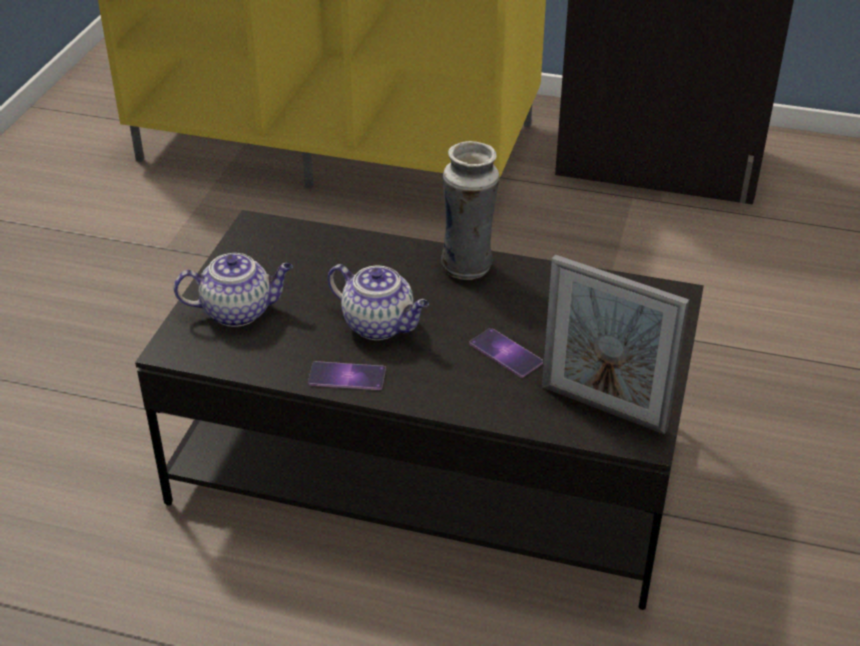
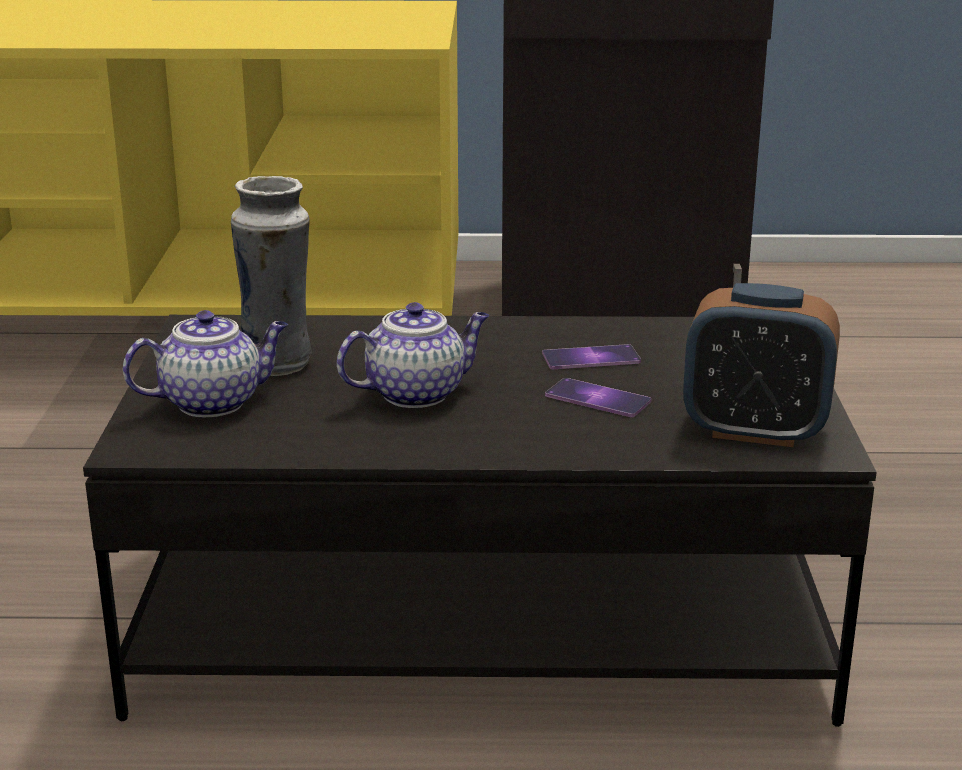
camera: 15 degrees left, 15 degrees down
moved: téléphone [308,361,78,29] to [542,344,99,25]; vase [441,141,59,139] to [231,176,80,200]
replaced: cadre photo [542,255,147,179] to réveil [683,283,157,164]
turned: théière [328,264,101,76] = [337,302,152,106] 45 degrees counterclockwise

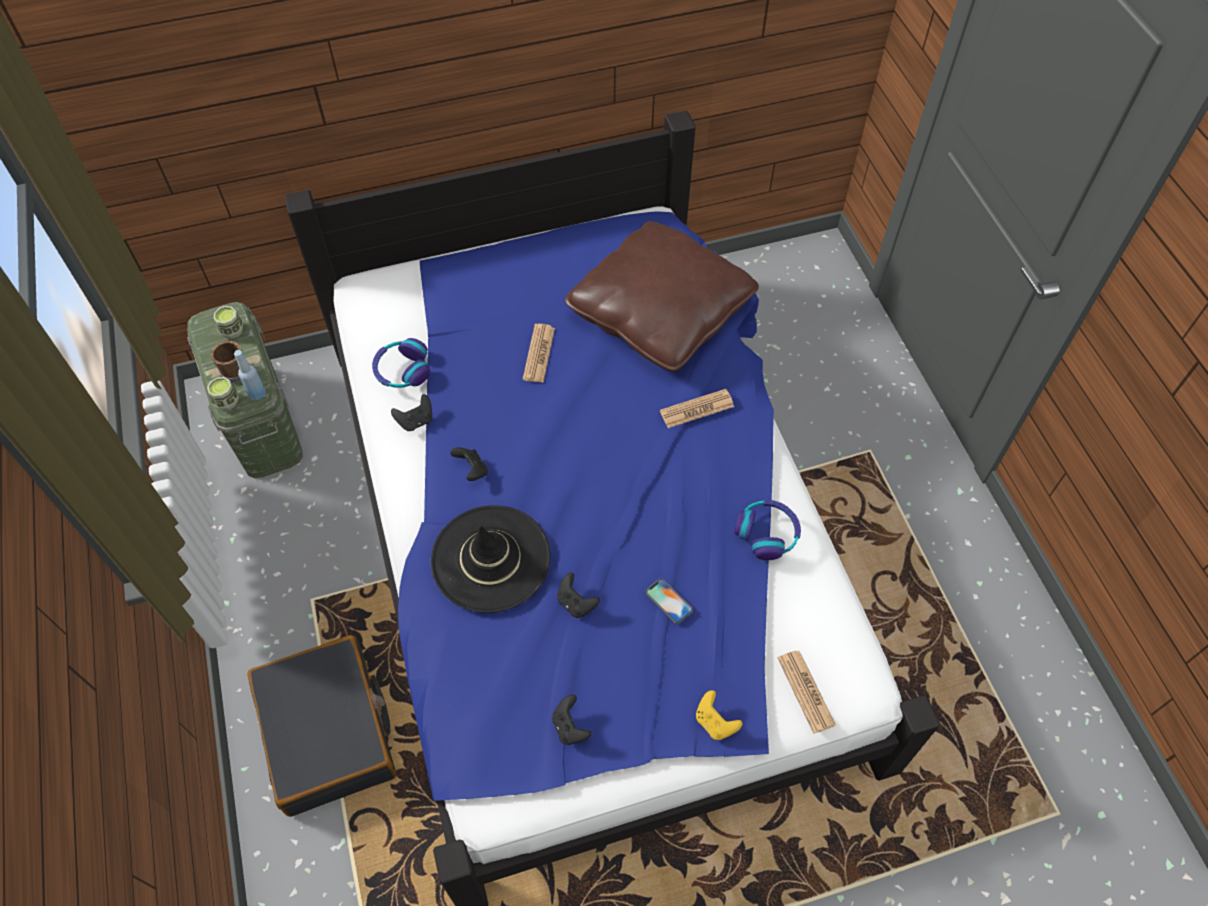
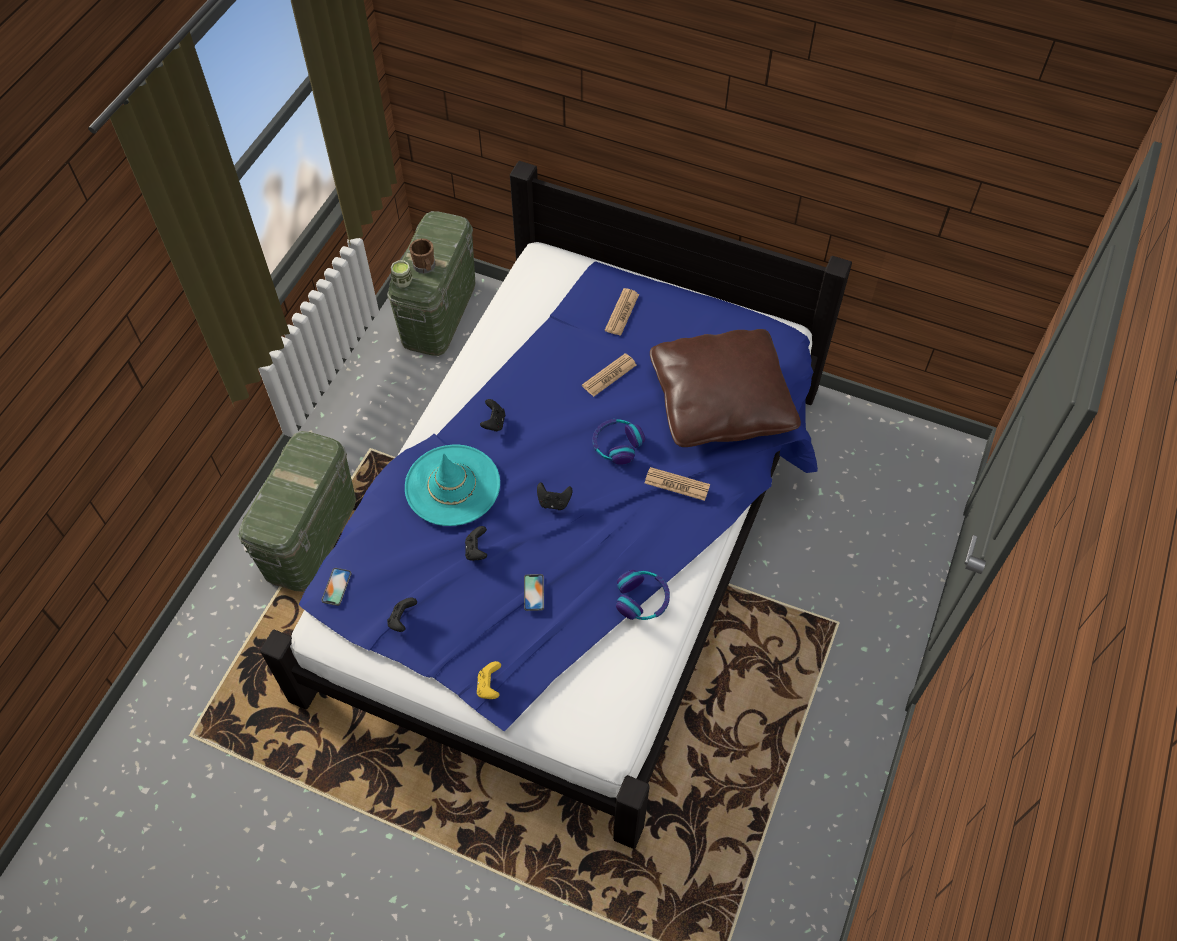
camera: 40 degrees right, 0 degrees up
removed: tasse [214,306,29,33]; bouteille (bleu) [234,350,32,50]
added: téléphone [321,568,31,38]
moved: casque audio [372,338,58,50] to [592,419,53,46]; manette (noir) [391,394,41,37] to [537,482,36,28]; journal [778,651,58,83] to [605,288,34,48]
replaced: valise (noir) [247,635,149,182] to boîte de rangement (vert) [238,431,118,161]
recoloured: chapeau (noir) [431,505,120,108] to chapeau (turquoise) [405,445,95,81]

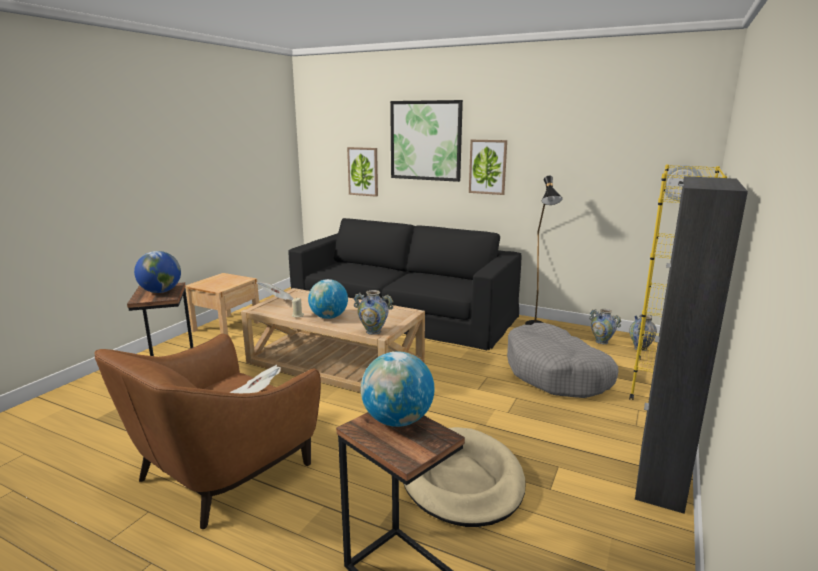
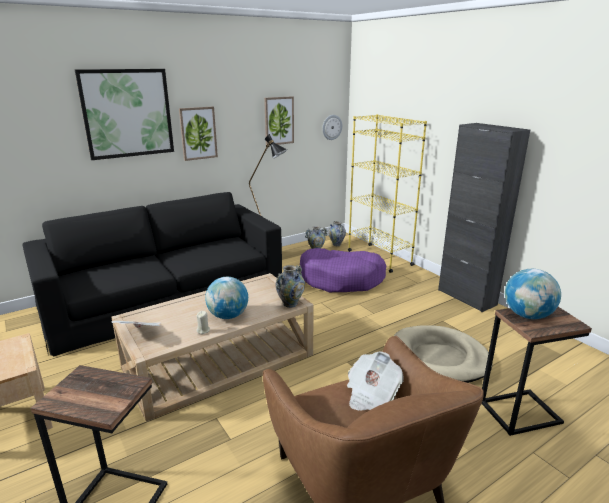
camera: 60 degrees left, 5 degrees up
removed: globe [134,251,47,42]
moved: tableau [347,147,31,50] to [264,96,30,50]
recoloured: panier pour chien (gris) [507,323,112,75] to panier pour chien (violet) [300,248,86,44]

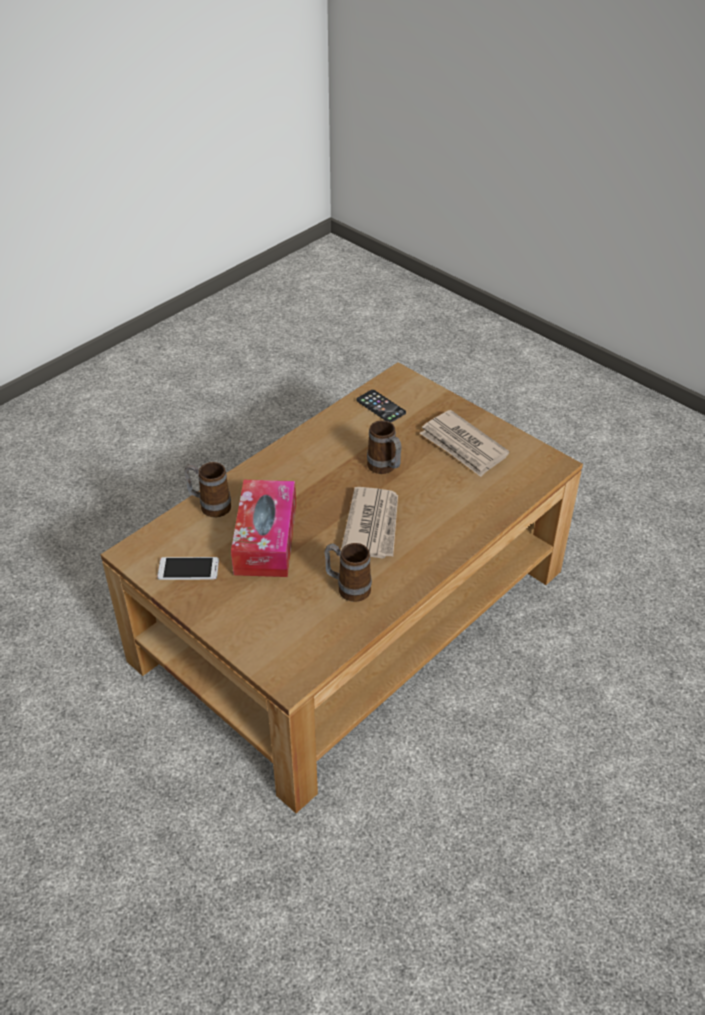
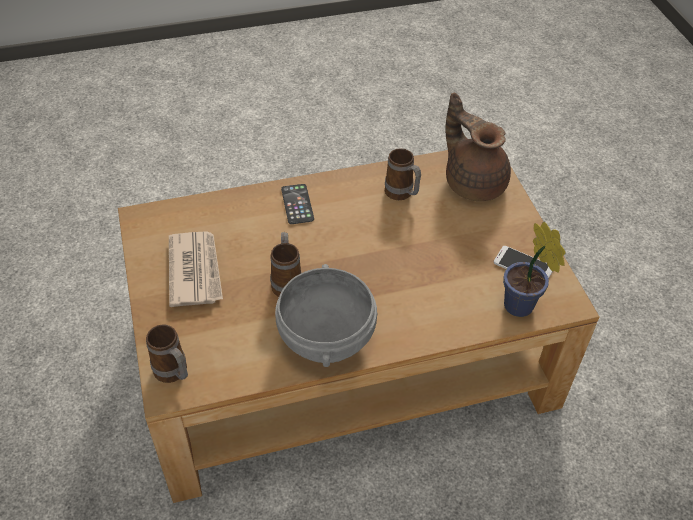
camera: 150 degrees left, 5 degrees up
removed: boîte à mouchoirs [231,480,65,97]; journal [341,487,57,72]
added: bol (gris) [275,264,102,103]; théière (marron) [445,93,66,108]; plante en pot [503,222,63,95]
moved: mug [184,462,47,56] to [146,324,42,59]; téléphone [356,390,50,32] to [281,184,33,40]

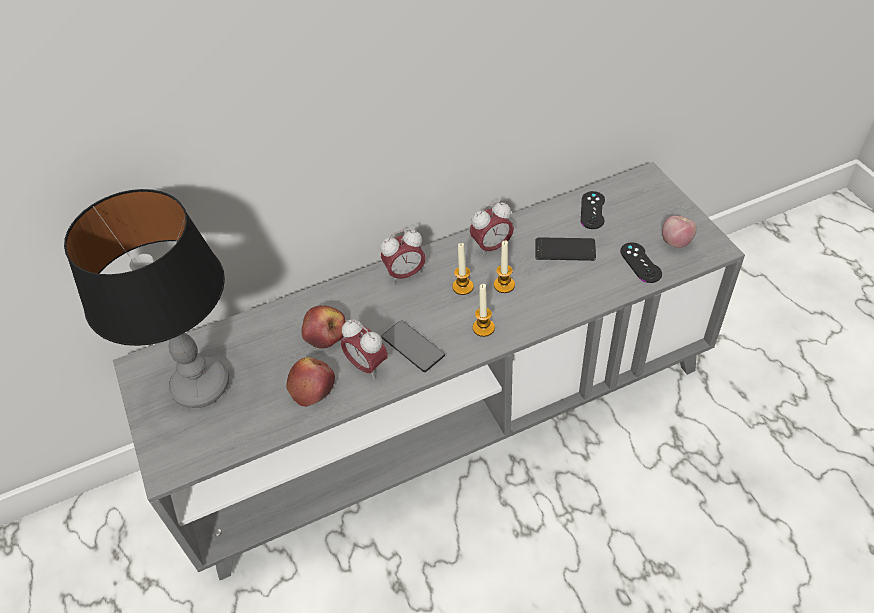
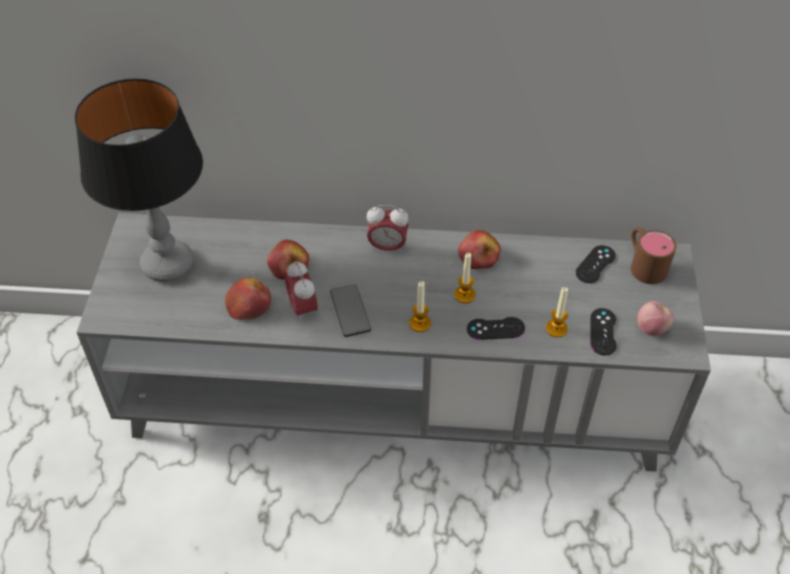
camera: 25 degrees right, 0 degrees up
removed: téléphone [535,237,61,24]
added: manette (noir) [467,317,58,23]; mug (marron) [631,227,46,57]
moved: bougie [452,243,22,52] to [546,287,22,50]
replaced: réveil [470,201,44,56] to pomme [458,230,43,39]

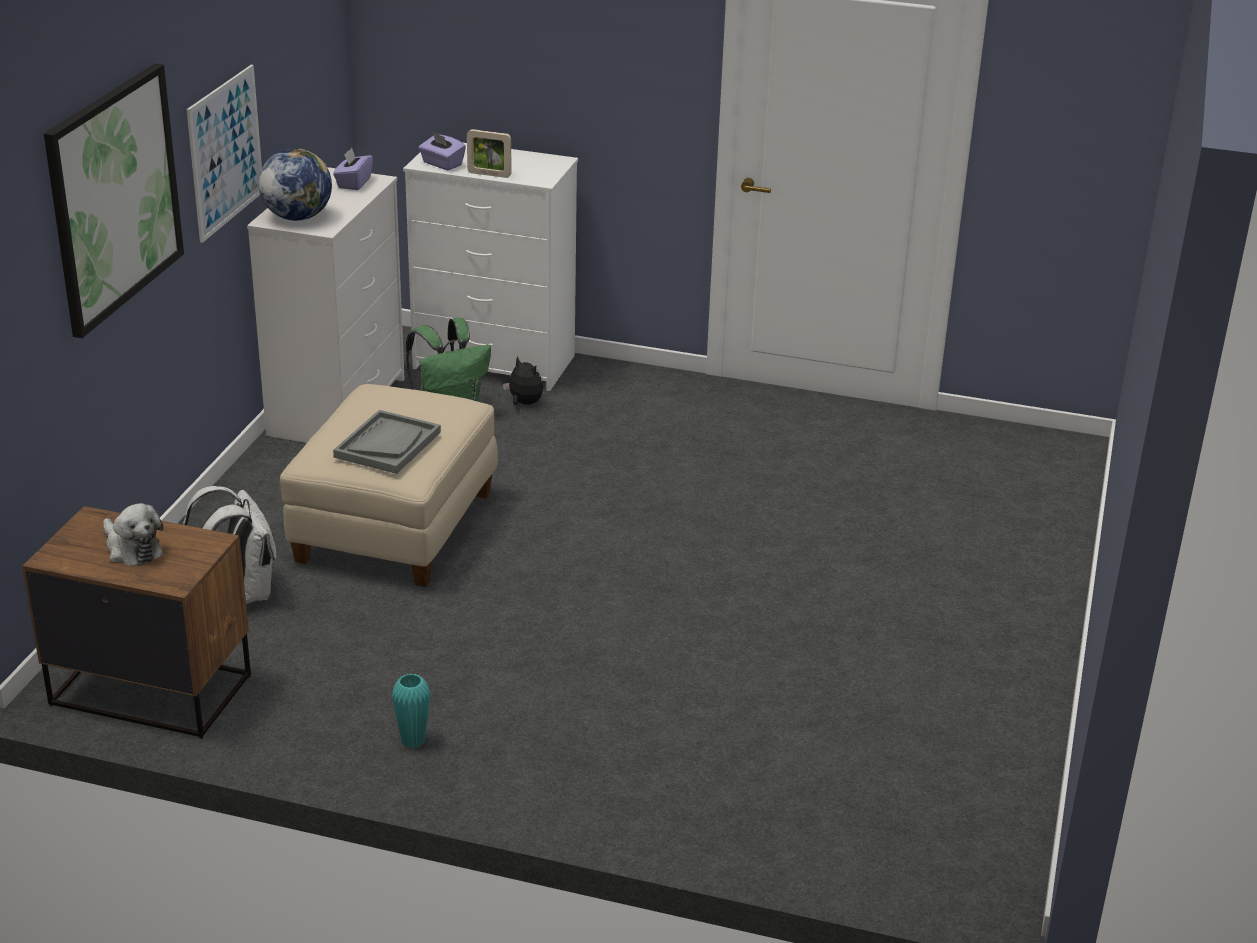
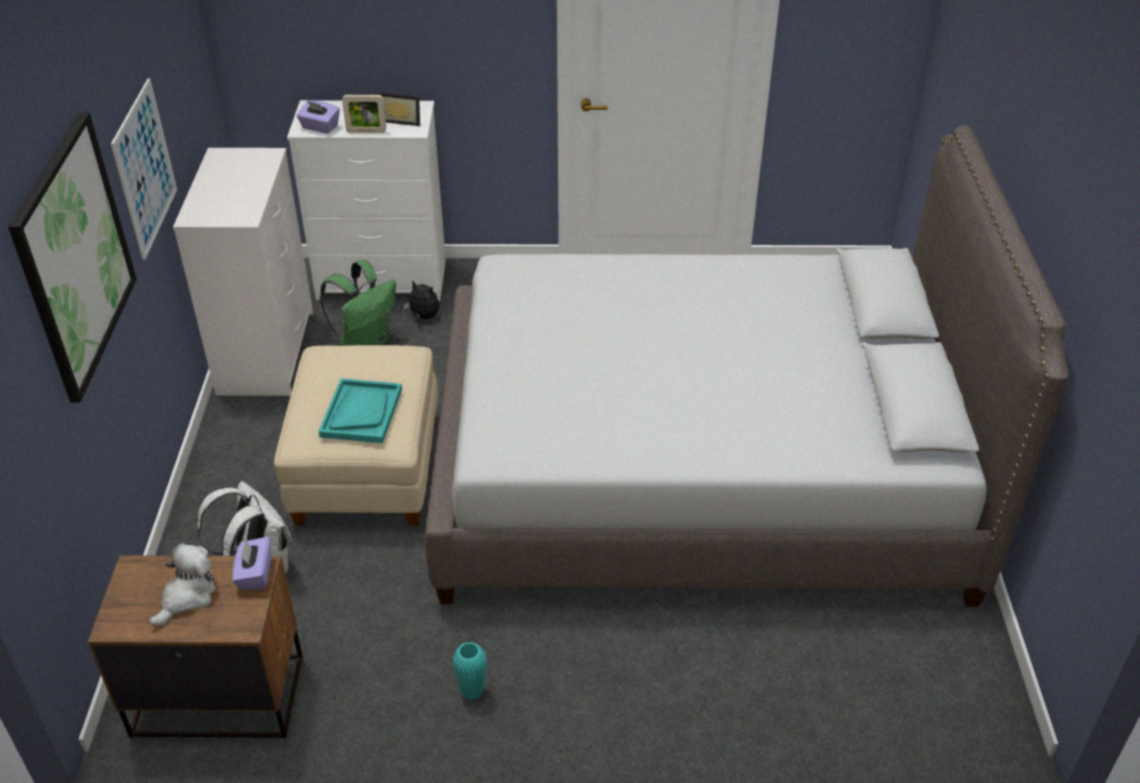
camera: 15 degrees left, 10 degrees up
removed: globe [258,148,74,73]
added: cadre photo [375,92,45,34]; lit (gris) [425,125,644,482]
moved: boîte à mouchoirs (violet) [333,148,40,42] to [232,536,40,54]
recoloured: plateau (gris) [333,410,108,64] to plateau (turquoise) [318,378,84,65]
turned: peluche [103,503,60,63] = [150,543,65,84] 90 degrees counterclockwise

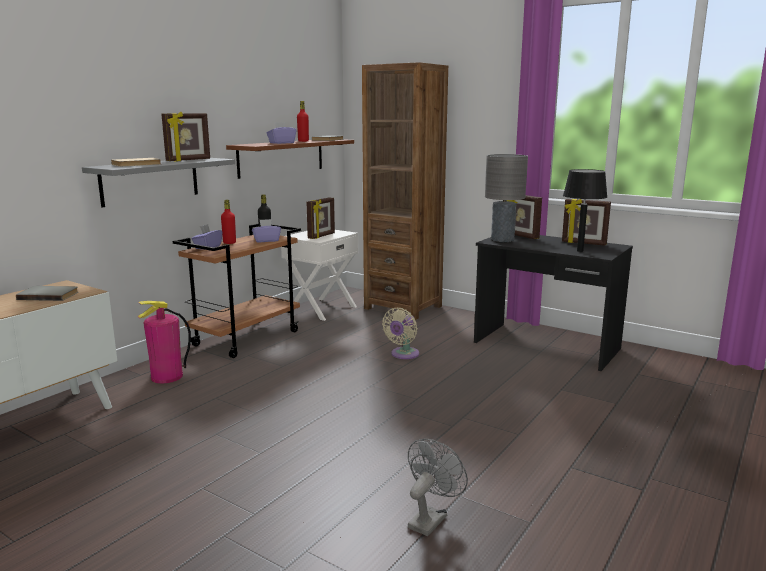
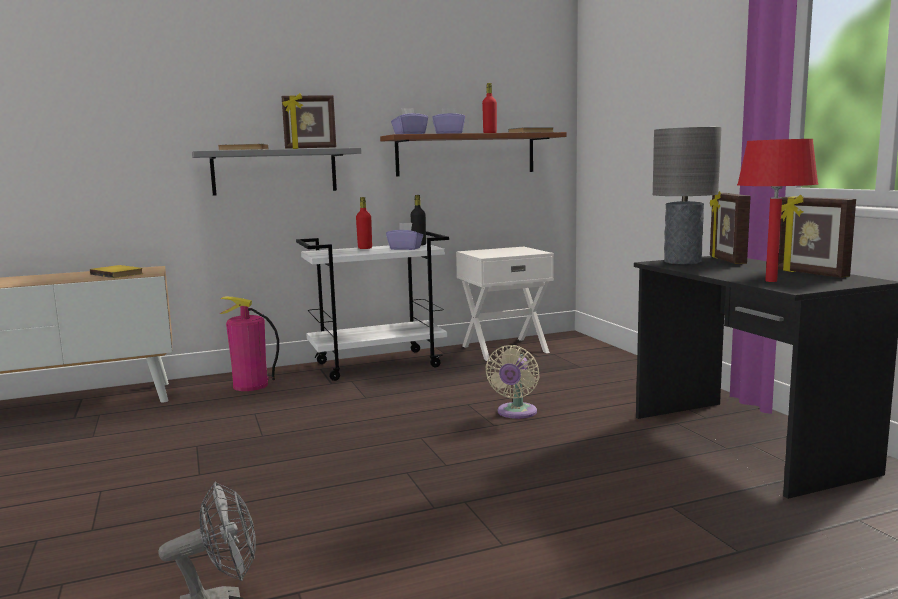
camera: 35 degrees right, 5 degrees down
removed: cadre photo [306,197,29,42]; bibliothèque (marron) [362,62,86,258]
moved: boîte à mouchoirs (violet) [191,224,32,26] to [391,108,37,26]
recoloured: livre (gris) [16,286,62,15] to livre (jaune) [90,265,53,13]; chariot (marron) [173,223,128,135] to chariot (blanc) [296,231,153,150]; lampe de table (noir) [563,169,44,83] to lampe de table (rouge) [737,139,81,143]
turned: ventilateur (beige) [382,308,37,51] = [485,345,55,74] 45 degrees counterclockwise

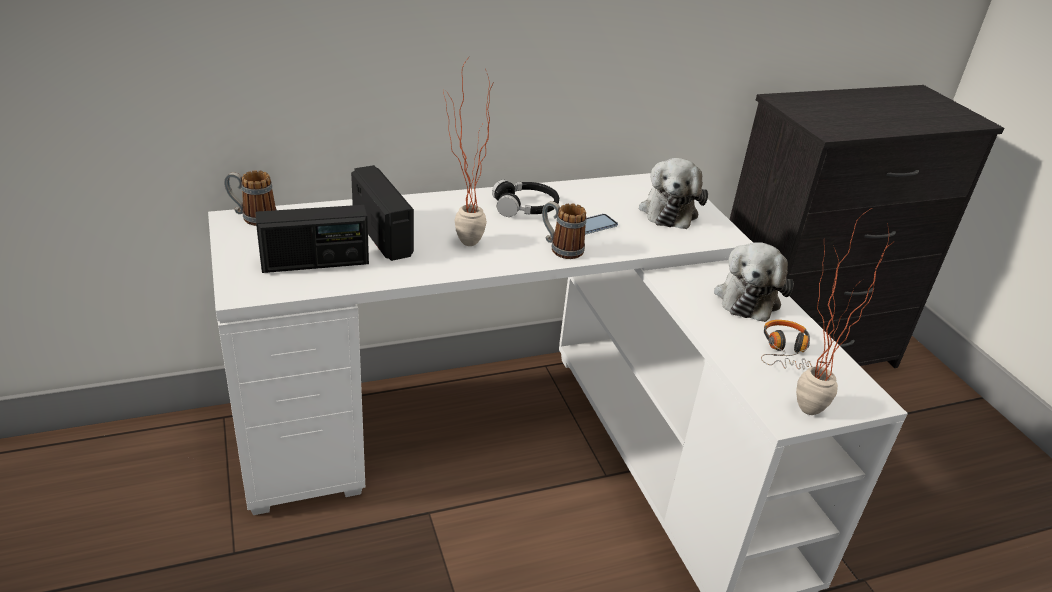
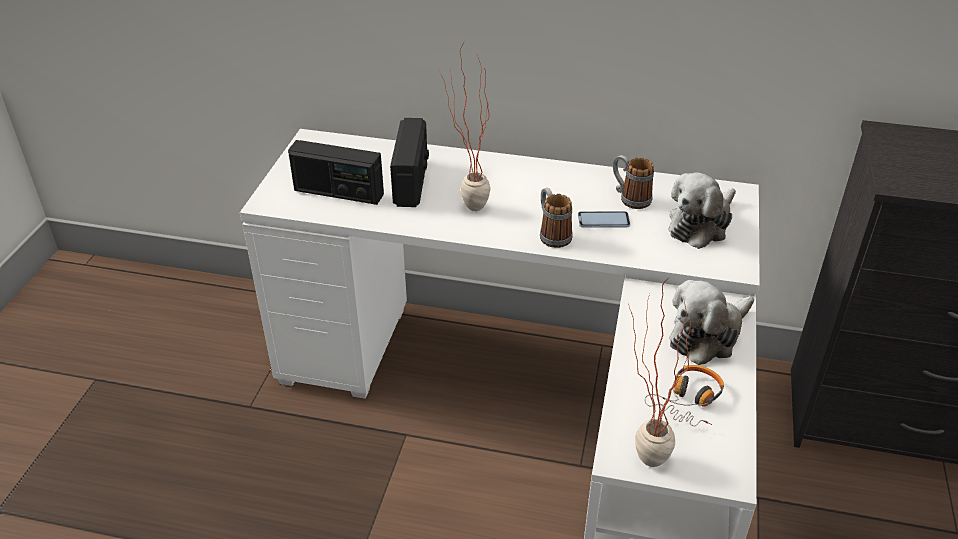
camera: 35 degrees right, 5 degrees up
removed: casque audio (noir) [492,180,67,37]
moved: mug [224,170,53,56] to [613,155,41,54]

